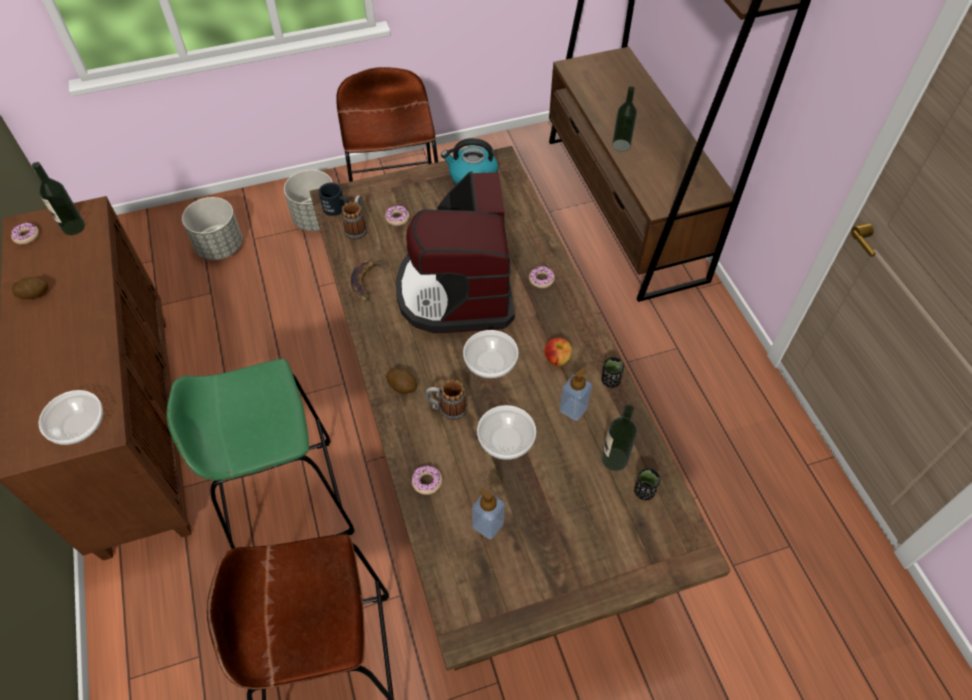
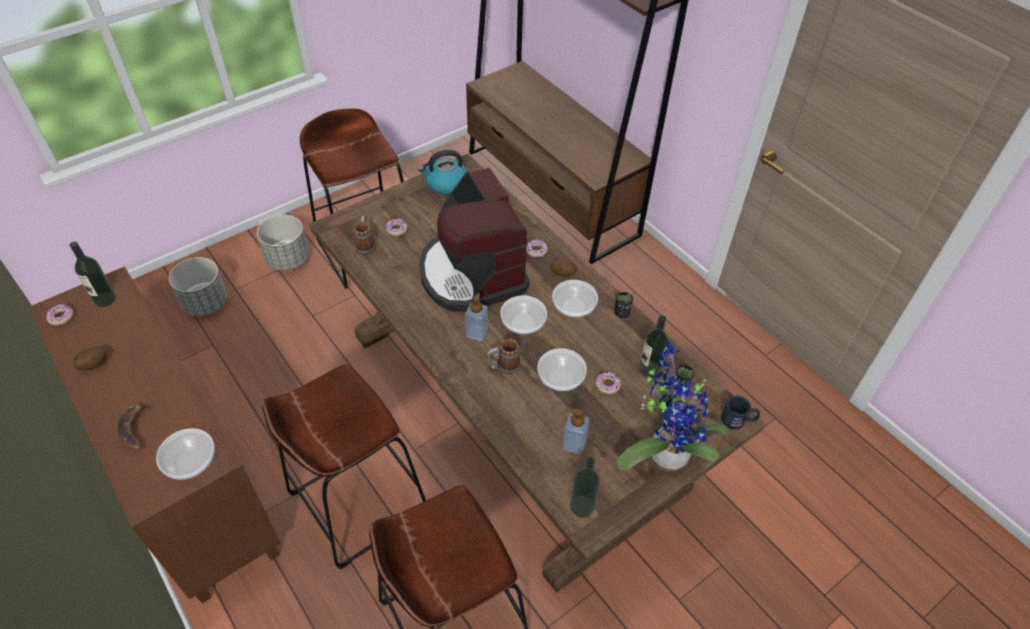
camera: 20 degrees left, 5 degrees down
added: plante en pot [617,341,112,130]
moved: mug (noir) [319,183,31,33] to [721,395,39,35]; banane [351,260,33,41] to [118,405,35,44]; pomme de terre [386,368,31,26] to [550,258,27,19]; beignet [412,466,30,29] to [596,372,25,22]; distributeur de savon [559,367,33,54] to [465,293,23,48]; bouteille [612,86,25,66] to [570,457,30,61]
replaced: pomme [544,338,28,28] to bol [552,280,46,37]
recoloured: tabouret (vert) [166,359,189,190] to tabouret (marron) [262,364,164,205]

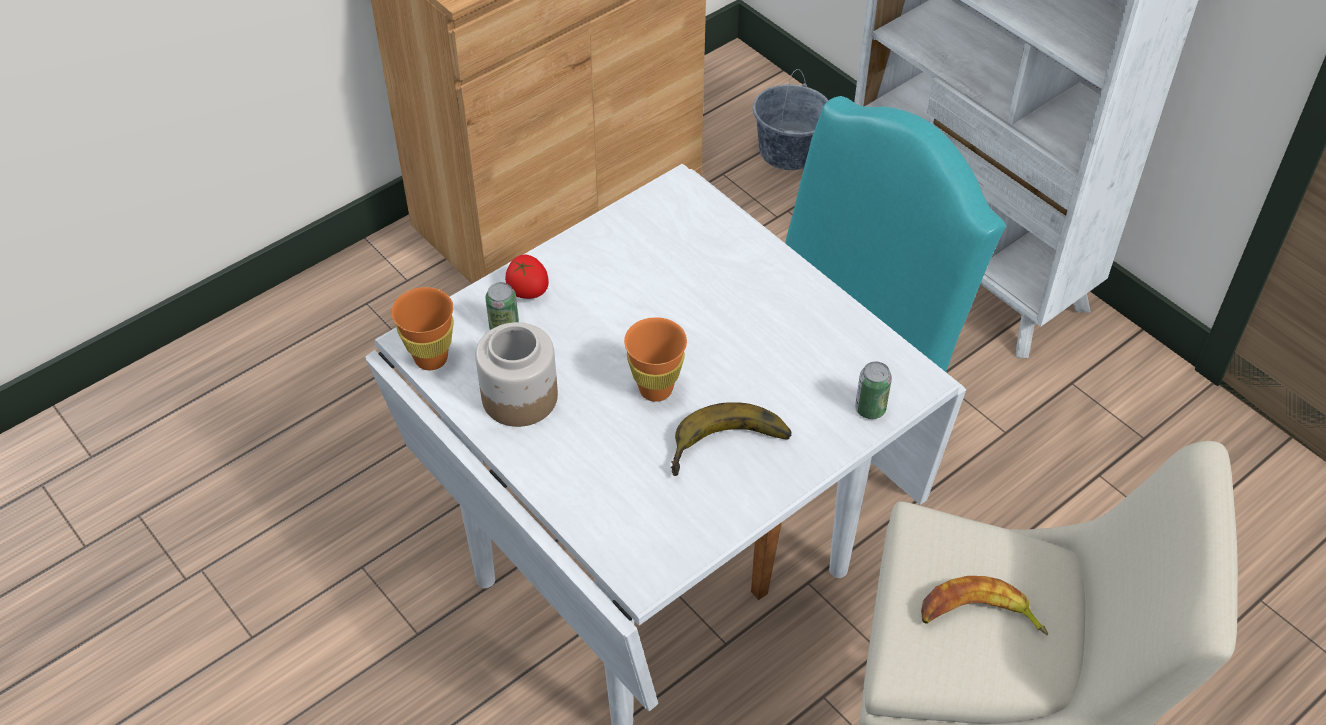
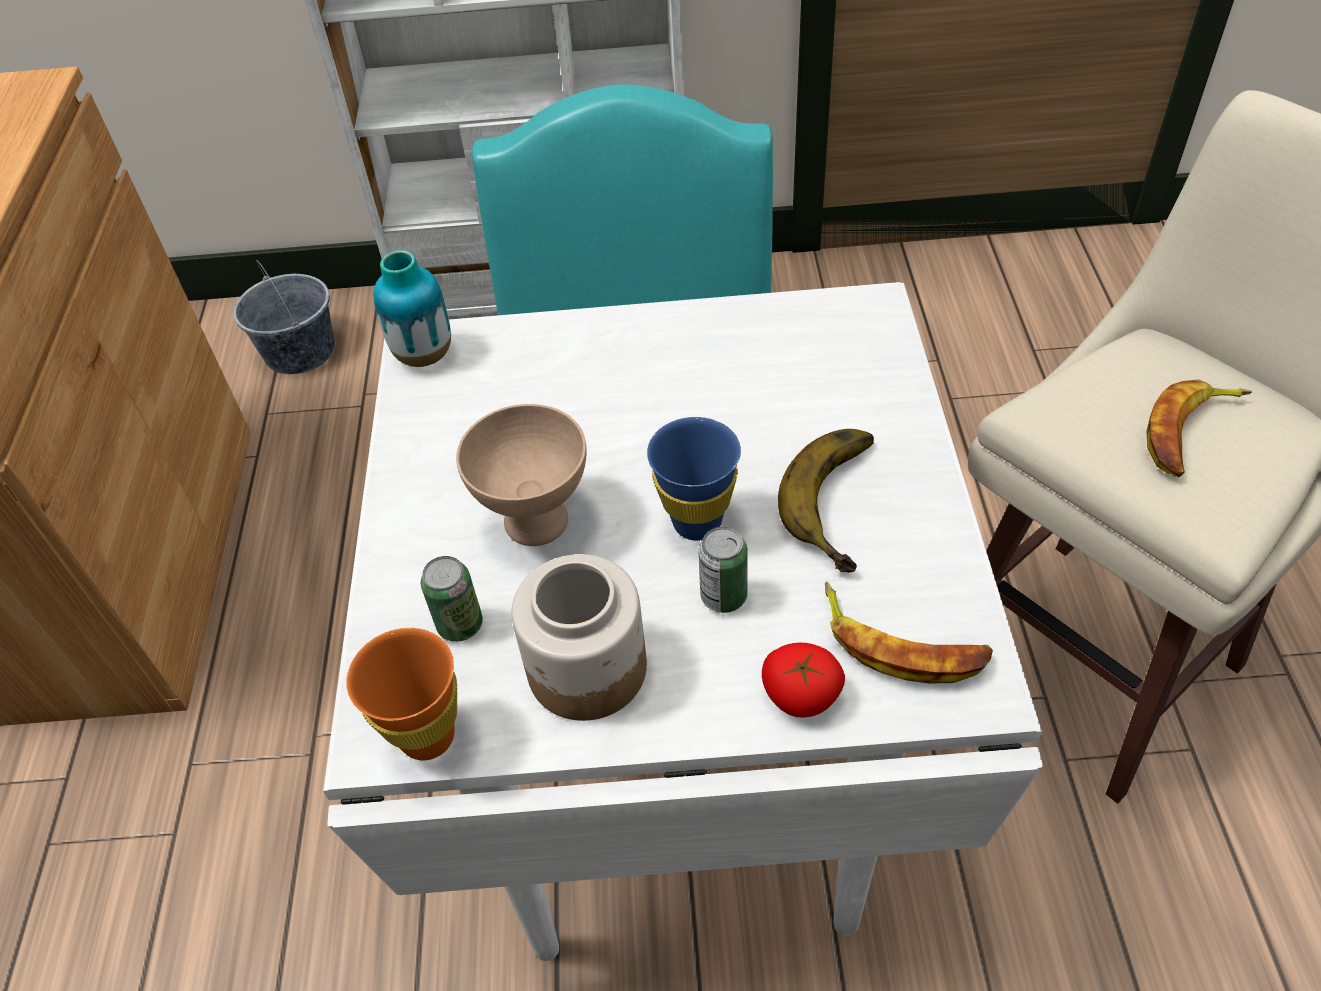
camera: 50 degrees left, 0 degrees up
added: vase [373,250,78,117]; bol (beige) [456,404,131,142]; banane [825,582,168,102]
moved: tomate [505,255,44,44] to [762,643,83,75]; boîte métallique [855,362,37,57] to [698,526,50,87]
recoloured: tasse (orange) [624,317,63,85] to tasse (bleu) [647,417,94,124]

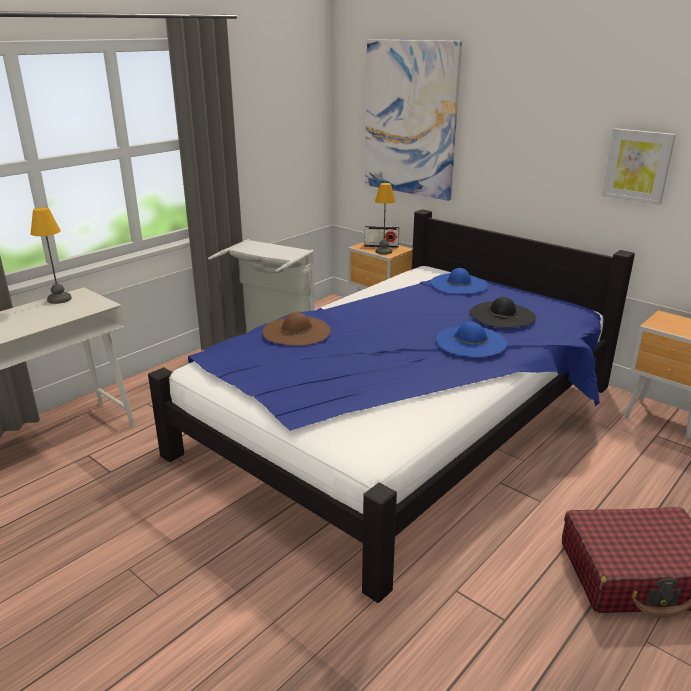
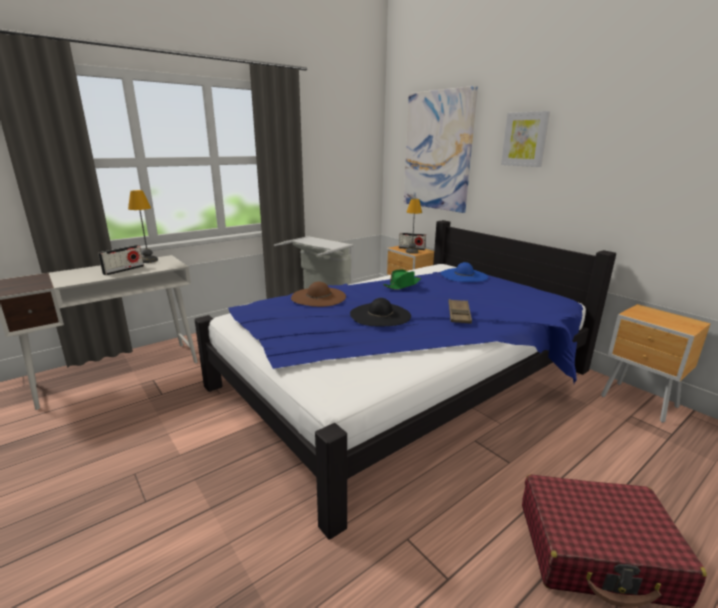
camera: 10 degrees right, 5 degrees down
added: radio [98,245,46,30]; chapeau (vert) [383,269,38,21]
moved: chapeau (noir) [469,297,67,31] to [350,298,61,28]; tableau [602,128,74,77] to [501,111,49,56]
replaced: chapeau (bleu) [436,322,71,35] to plateau (marron) [449,299,23,25]

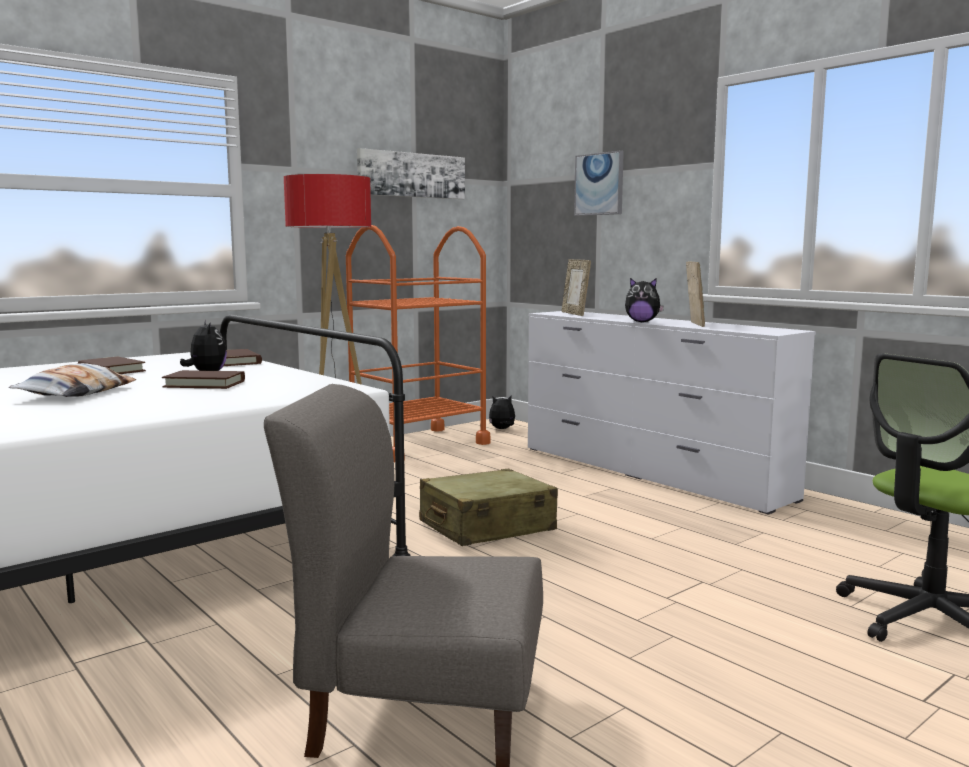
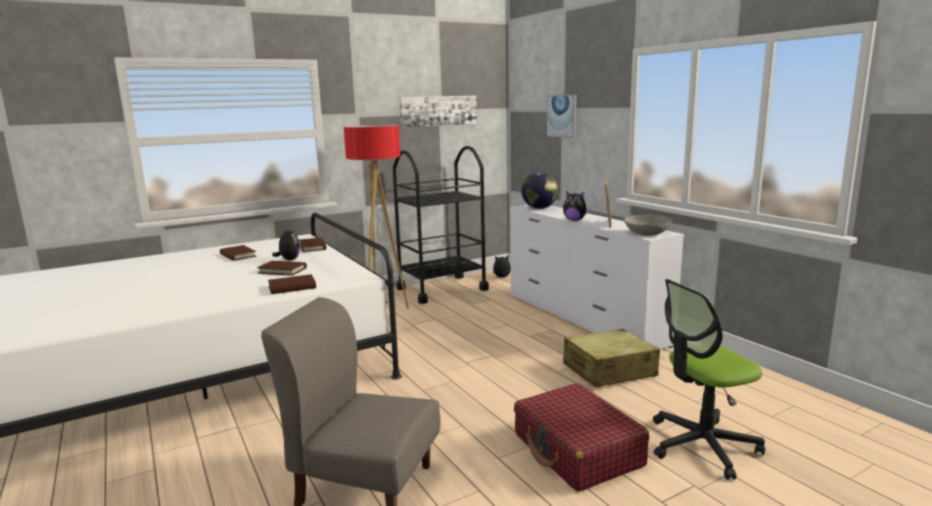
camera: 10 degrees right, 5 degrees up
removed: coussin [9,363,128,34]
added: livre (marron) [268,274,48,20]; valise (rouge) [514,383,135,109]; bol (gris) [624,215,47,21]
moved: valise (beige) [419,469,139,77] to [563,329,97,58]
replaced: cadre photo [562,259,29,57] to globe [521,172,37,37]
recoloured: chariot (orange) [346,225,145,237] to chariot (noir) [393,146,96,158]

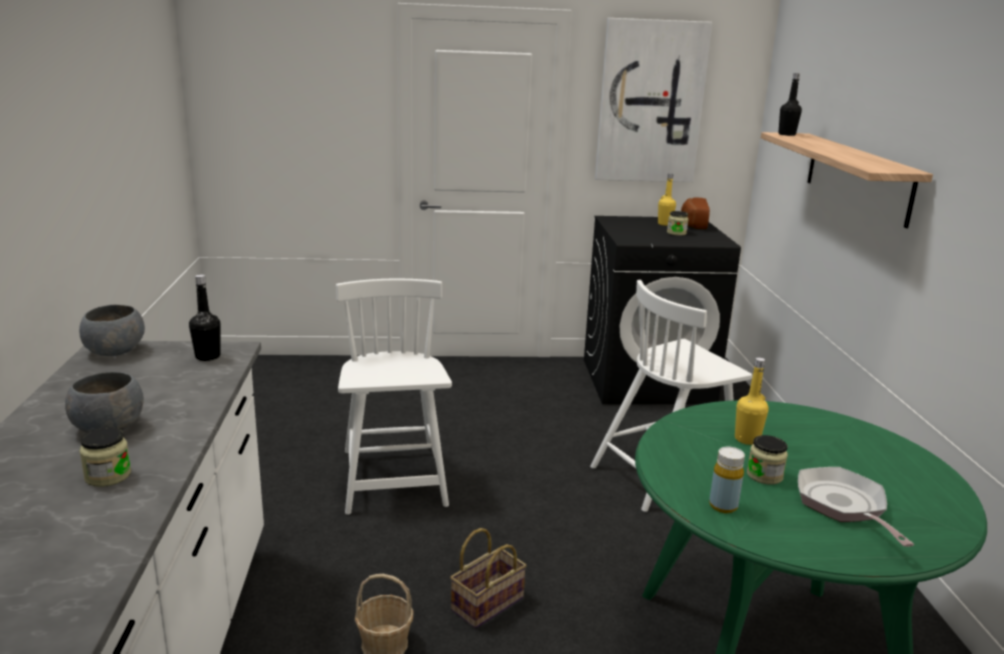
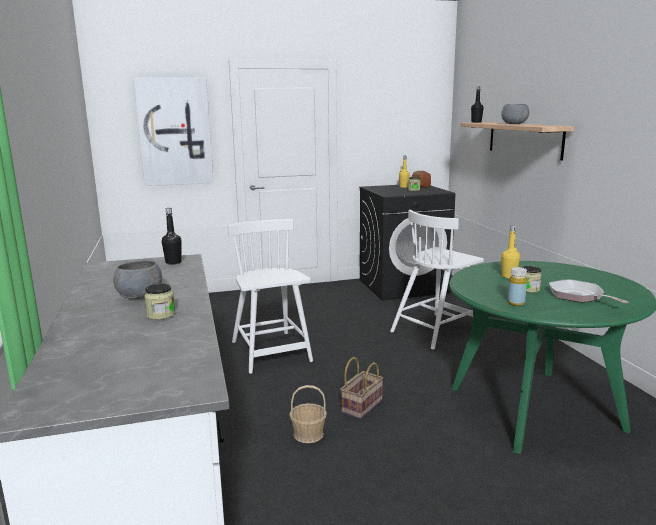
camera: 10 degrees left, 5 degrees down
moved: bol (gris) [79,305,66,51] to [501,104,28,20]; tableau [595,18,118,164] to [133,77,81,109]

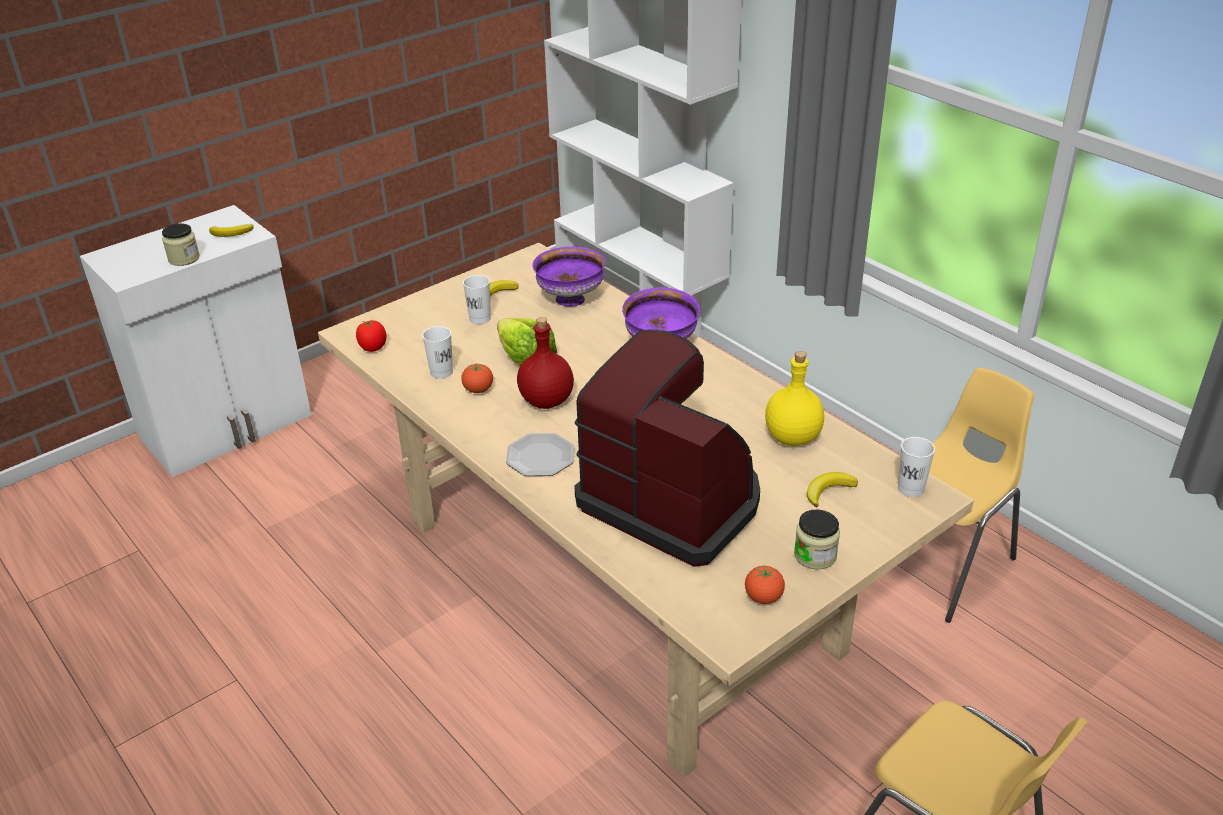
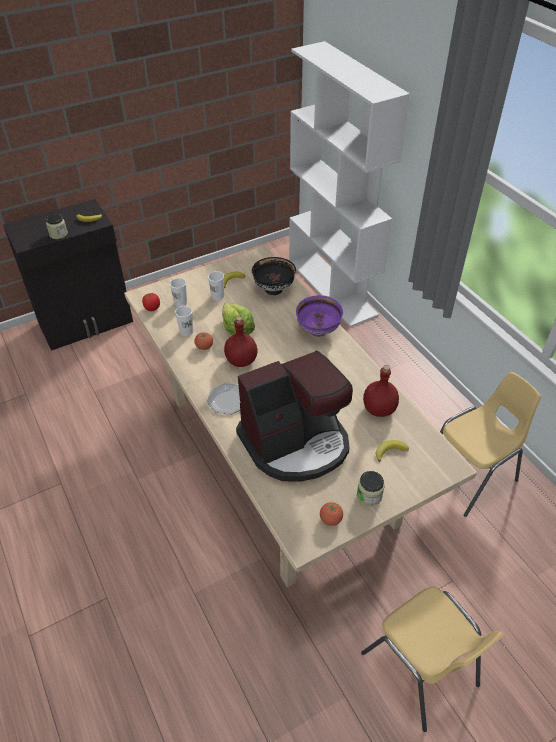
camera: 10 degrees right, 10 degrees up
moved: tasse (blanc) [898,437,37,60] to [170,278,17,29]
recoloured: meuble de rangement (blanc) [80,205,231,272] to meuble de rangement (noir) [3,199,130,152]; bol (violet) [533,247,73,60] to bol (noir) [252,257,44,38]; bouteille (jaune) [765,351,59,95] to bouteille (rouge) [363,365,36,52]
turned: machine à café [574,329,186,238] = [236,351,117,131] 105 degrees clockwise

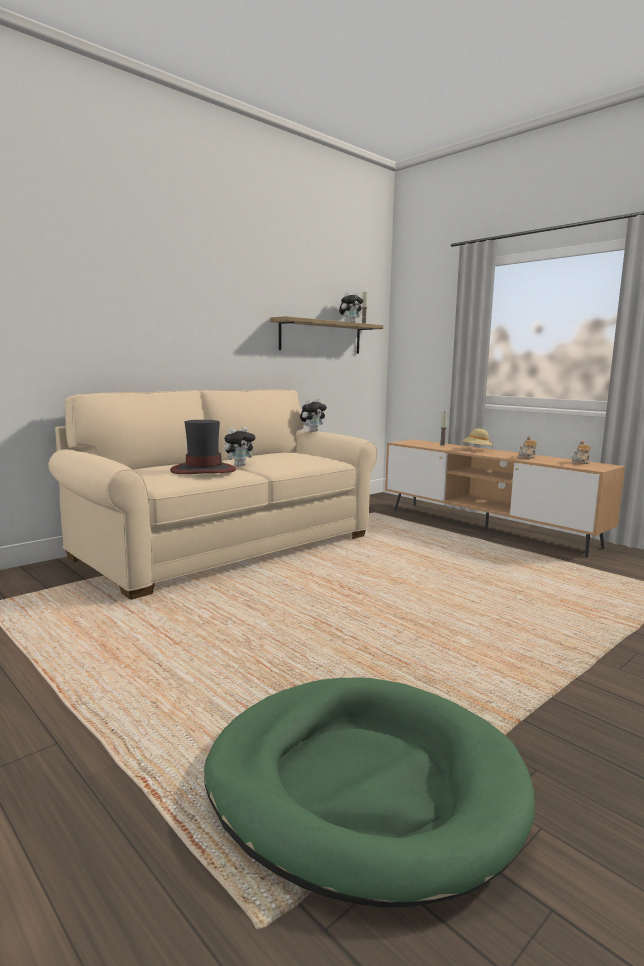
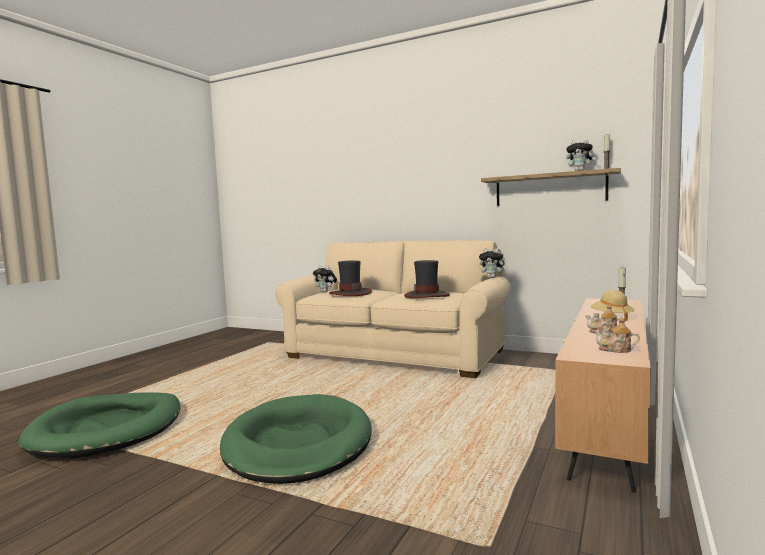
camera: 70 degrees right, 5 degrees down
added: panier pour chien (vert) [220,394,152,90]; chapeau [404,260,46,38]
moved: peluche [224,427,33,39] to [313,265,24,27]

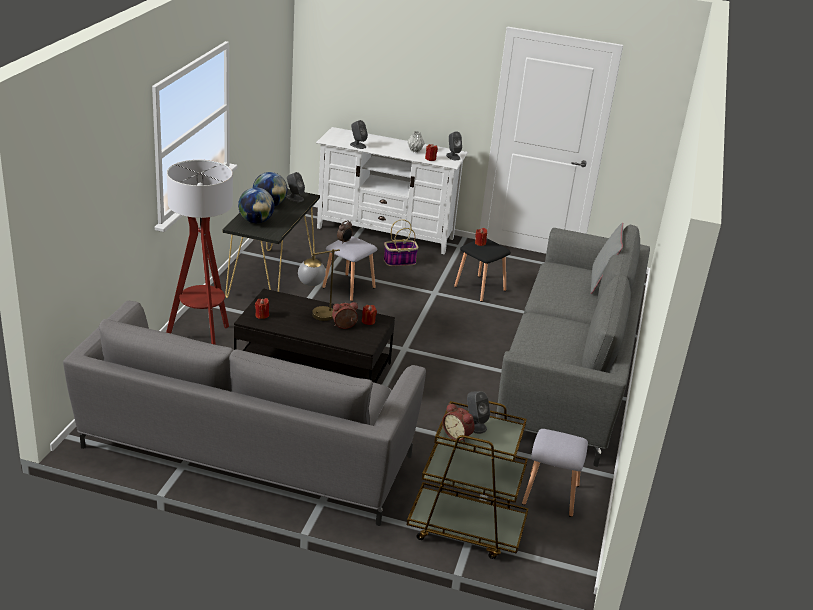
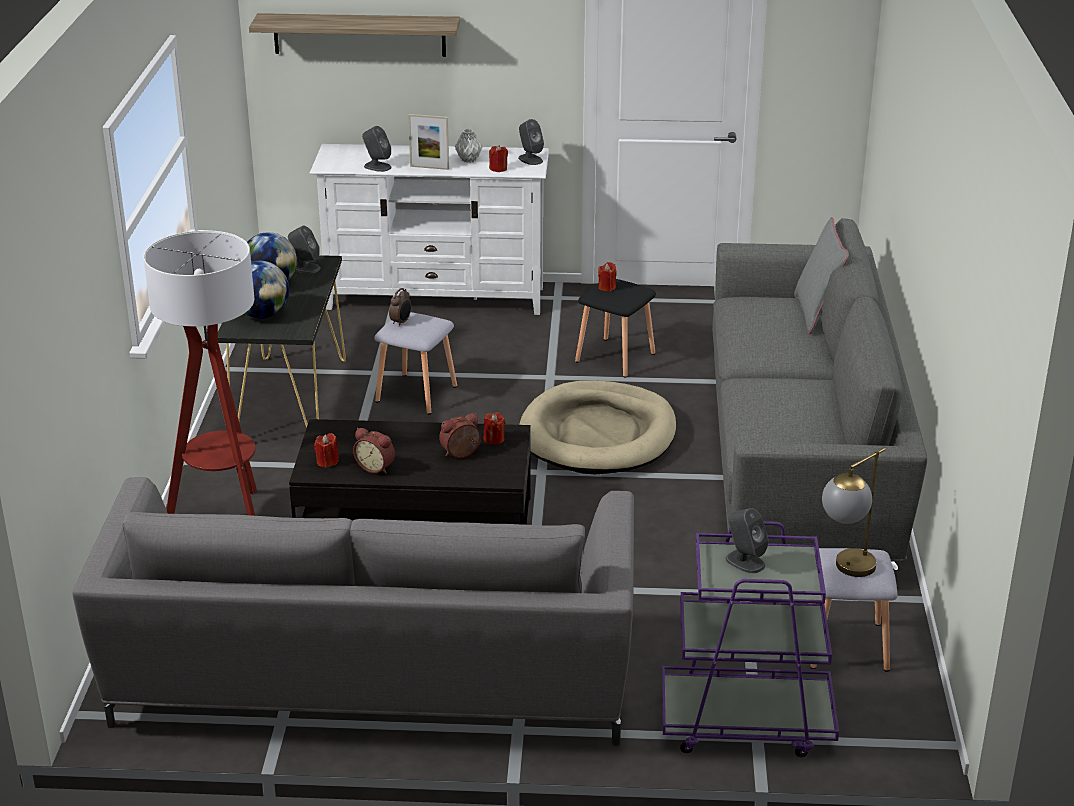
camera: 10 degrees left, 0 degrees up
removed: panier [384,219,34,47]
added: étagère [249,13,211,44]; cadre photo [408,114,41,56]; panier pour chien (beige) [519,381,157,93]
moved: lampe de table [298,249,42,72] to [822,448,64,129]; réveil [442,403,33,39] to [353,428,42,46]
recoloured: chariot (marron) [407,401,122,158] to chariot (violet) [662,521,177,236]

